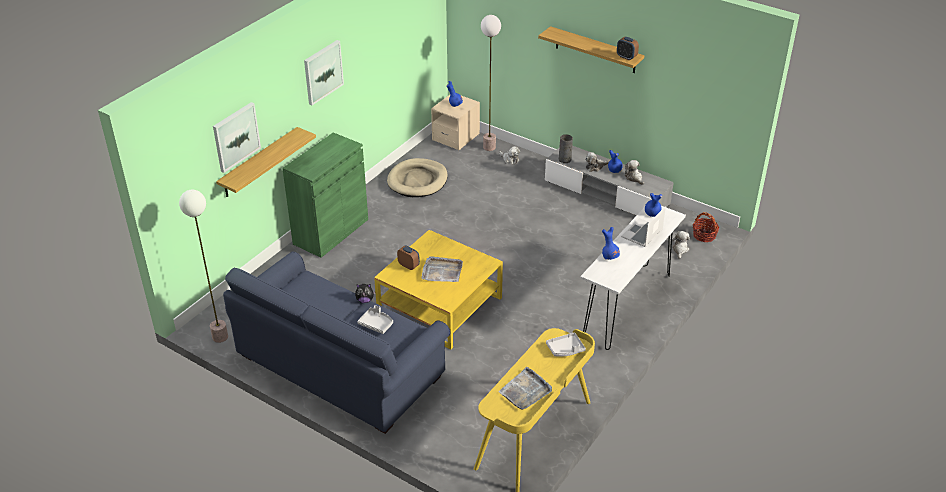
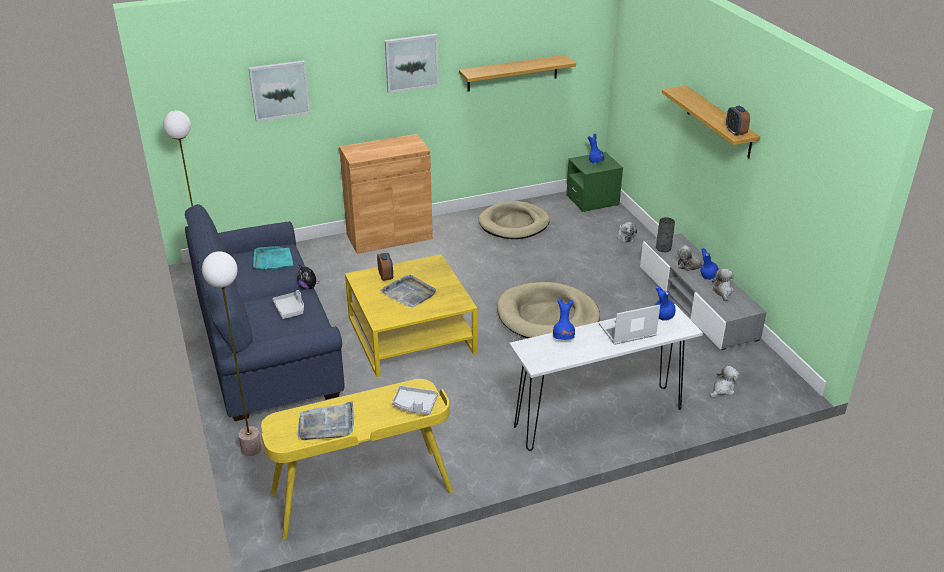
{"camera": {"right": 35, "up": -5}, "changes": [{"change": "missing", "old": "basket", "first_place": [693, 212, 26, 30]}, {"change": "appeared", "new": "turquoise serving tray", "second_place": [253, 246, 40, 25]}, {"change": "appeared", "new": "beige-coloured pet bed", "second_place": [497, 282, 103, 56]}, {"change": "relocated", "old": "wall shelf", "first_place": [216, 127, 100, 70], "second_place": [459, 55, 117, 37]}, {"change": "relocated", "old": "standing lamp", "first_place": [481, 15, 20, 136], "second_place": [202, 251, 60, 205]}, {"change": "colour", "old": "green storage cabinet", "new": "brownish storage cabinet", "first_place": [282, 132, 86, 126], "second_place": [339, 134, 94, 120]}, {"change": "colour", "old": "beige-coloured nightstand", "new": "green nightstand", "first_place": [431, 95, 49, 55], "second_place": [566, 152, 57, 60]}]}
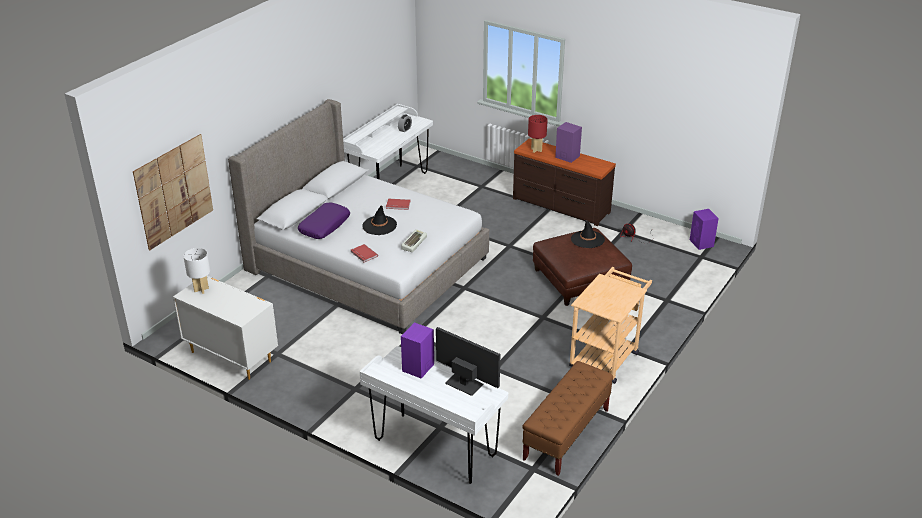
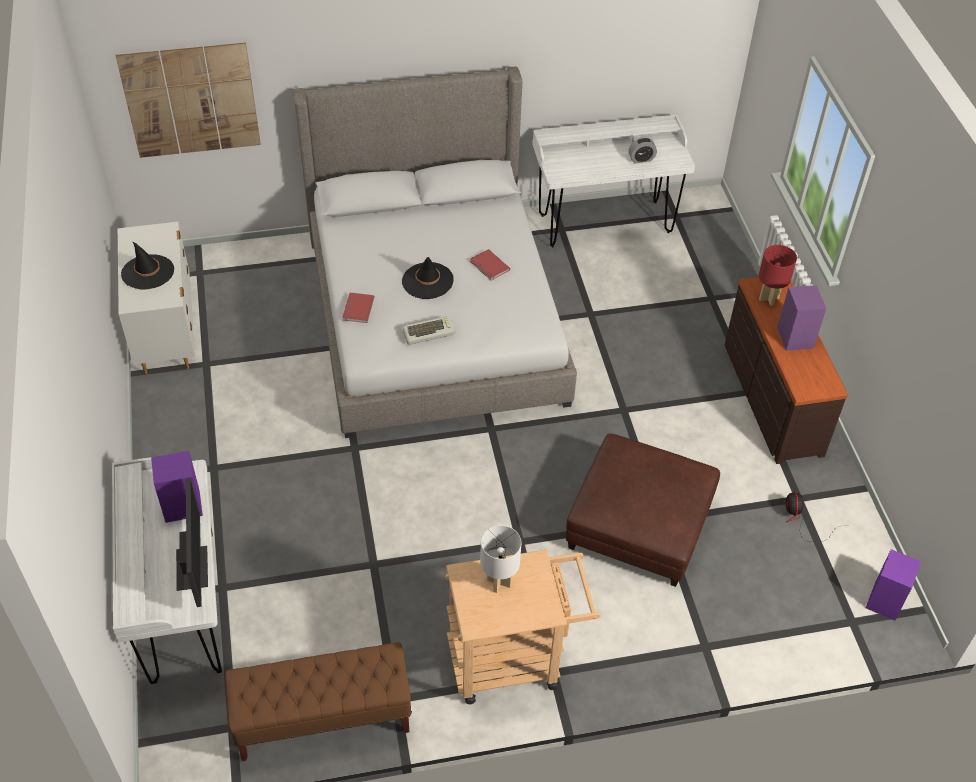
{"camera": {"right": 45, "up": 15}, "changes": [{"change": "missing", "old": "purple-coloured cushion", "first_place": [298, 202, 52, 37]}, {"change": "relocated", "old": "whitish tabletop lamp", "first_place": [183, 248, 27, 46], "second_place": [480, 525, 41, 68]}, {"change": "relocated", "old": "blackish clothing hat", "first_place": [571, 220, 34, 28], "second_place": [121, 241, 53, 49]}]}
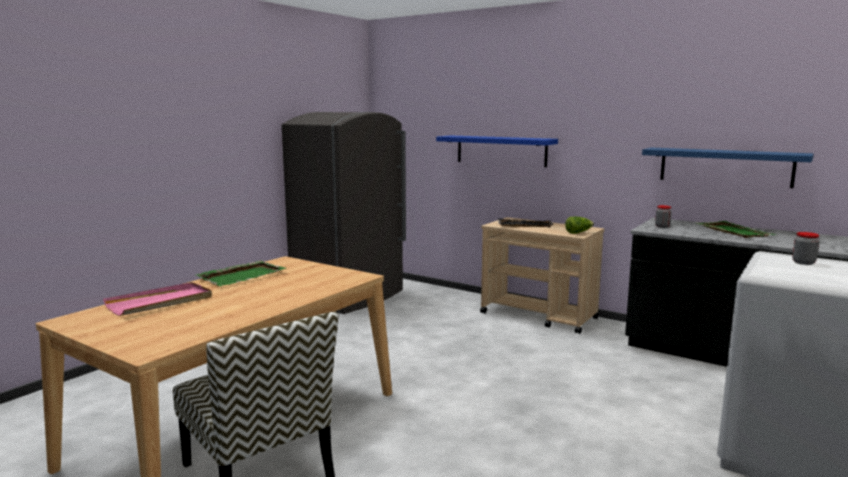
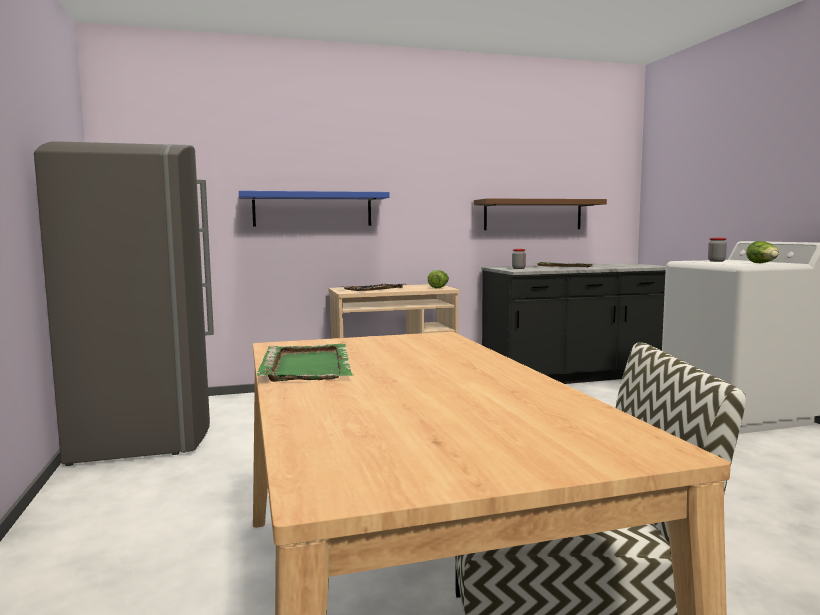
{"camera": {"right": -50, "up": -5}, "changes": [{"change": "missing", "old": "pinkish serving tray", "first_place": [103, 282, 109, 34]}, {"change": "appeared", "new": "lettuce head", "second_place": [746, 241, 33, 22]}, {"change": "colour", "old": "bluish wall shelf", "new": "brownish wall shelf", "first_place": [642, 148, 172, 40], "second_place": [474, 198, 133, 32]}]}
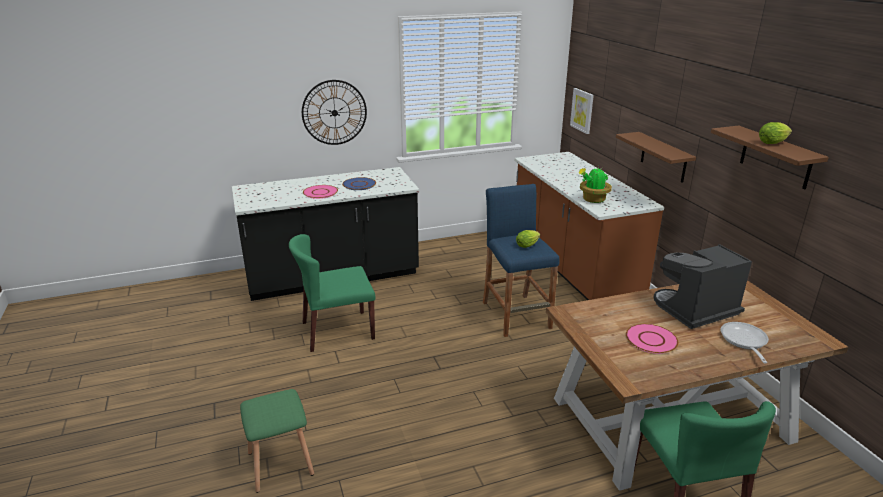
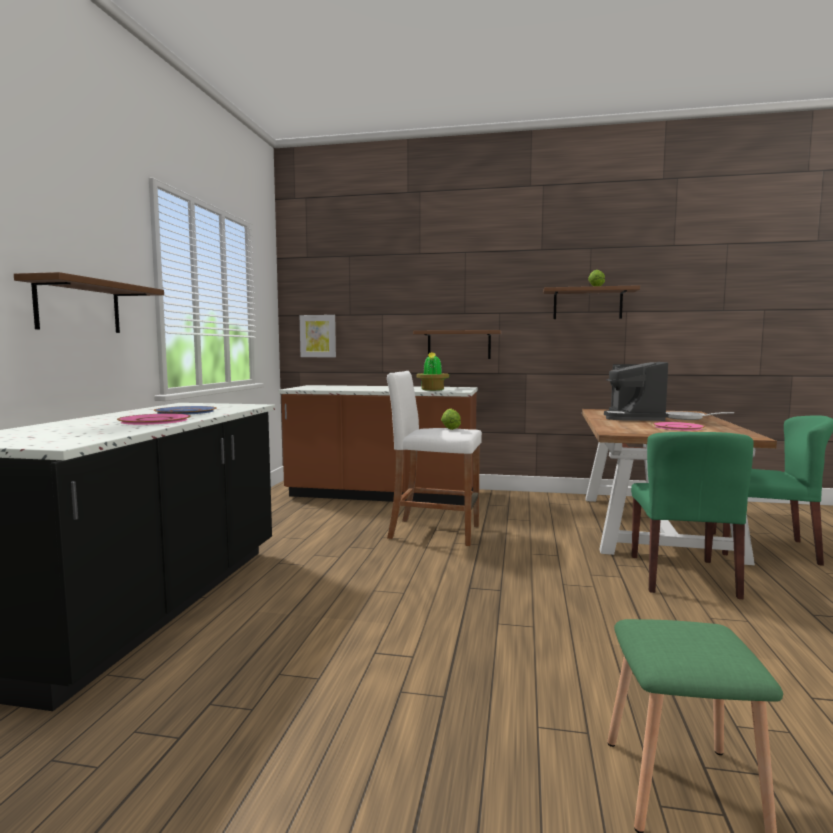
{"camera": {"right": -60, "up": -20}, "changes": [{"change": "relocated", "old": "green chair", "first_place": [289, 234, 87, 118], "second_place": [631, 432, 123, 167]}, {"change": "exchanged", "old": "hanging clock", "new": "brownish wall shelf", "first_place": [302, 80, 65, 65], "second_place": [14, 272, 150, 61]}, {"change": "colour", "old": "bluish stool", "new": "whitish stool", "first_place": [483, 184, 77, 153], "second_place": [387, 371, 95, 175]}]}
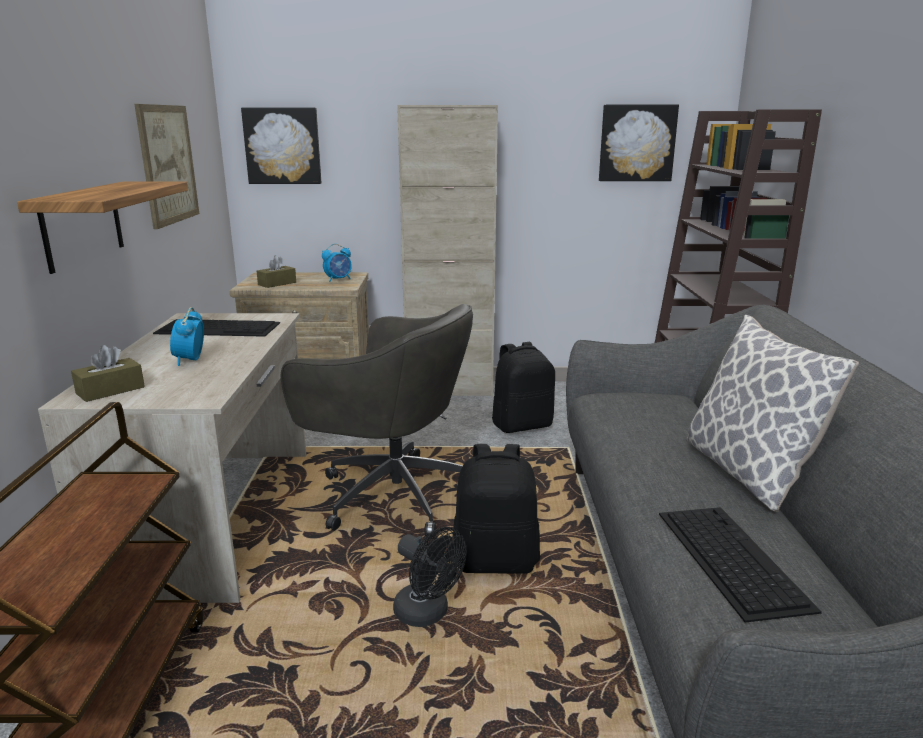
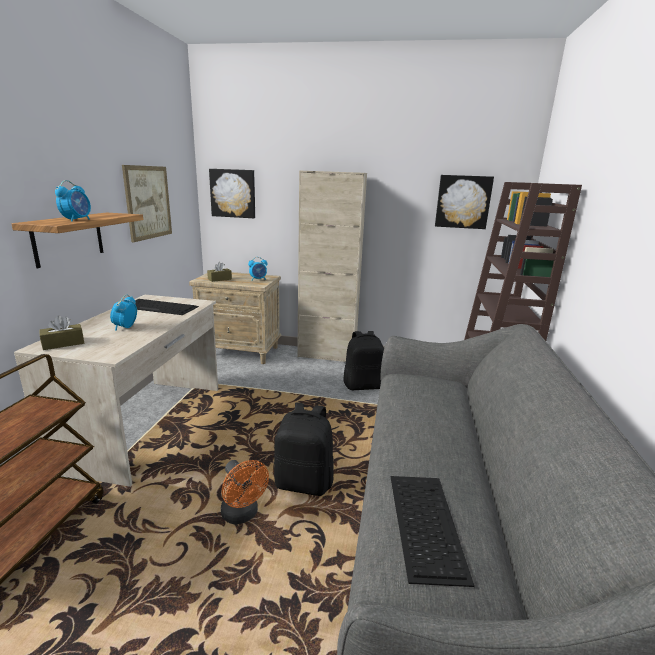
{"camera": {"right": 10, "up": 0}, "changes": [{"change": "missing", "old": "greyish office chair", "first_place": [281, 304, 192, 233]}, {"change": "missing", "old": "cushion", "first_place": [686, 315, 173, 197]}, {"change": "appeared", "new": "table clock", "second_place": [55, 180, 36, 42]}, {"change": "colour", "old": "blackish fan", "new": "orange-coloured fan", "first_place": [393, 527, 74, 100], "second_place": [221, 460, 48, 64]}]}
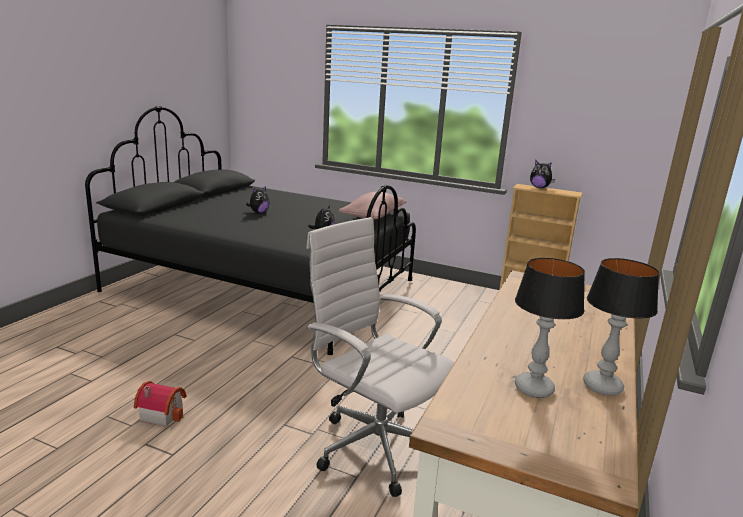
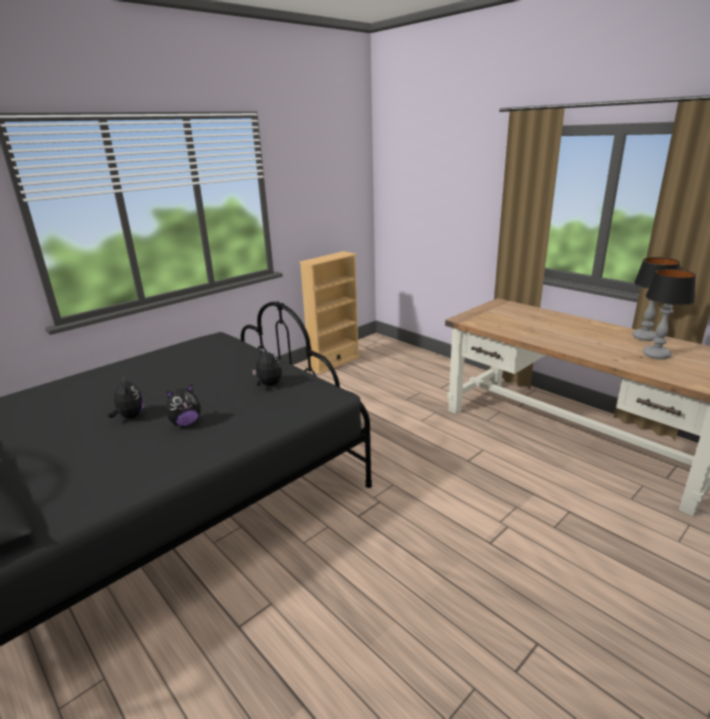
{"camera": {"right": -65, "up": 5}, "changes": [{"change": "missing", "old": "toy house", "first_place": [134, 381, 52, 46]}, {"change": "missing", "old": "whitish office chair", "first_place": [306, 217, 149, 280]}, {"change": "missing", "old": "pinkish cushion", "first_place": [339, 192, 67, 28]}, {"change": "relocated", "old": "soft toy", "first_place": [530, 161, 25, 27], "second_place": [166, 384, 35, 42]}]}
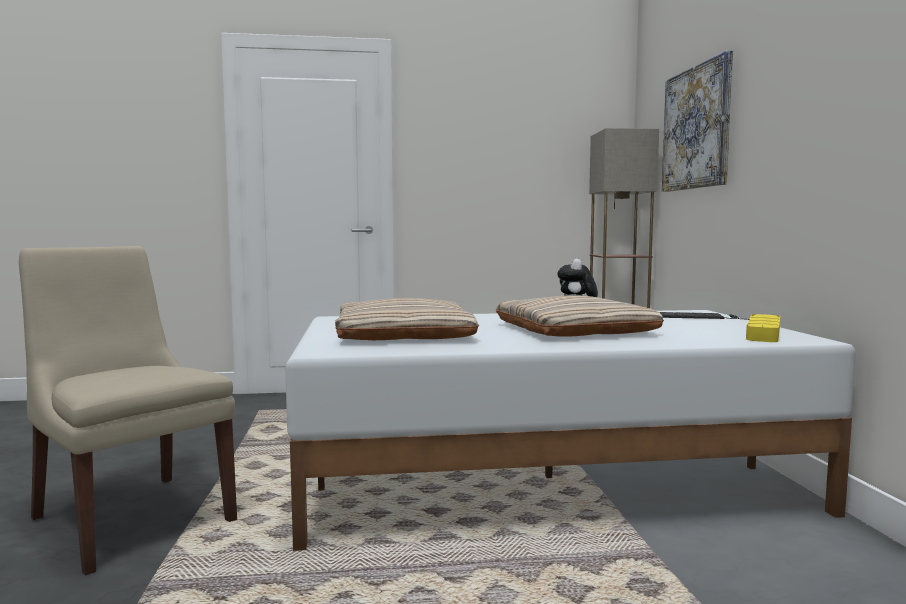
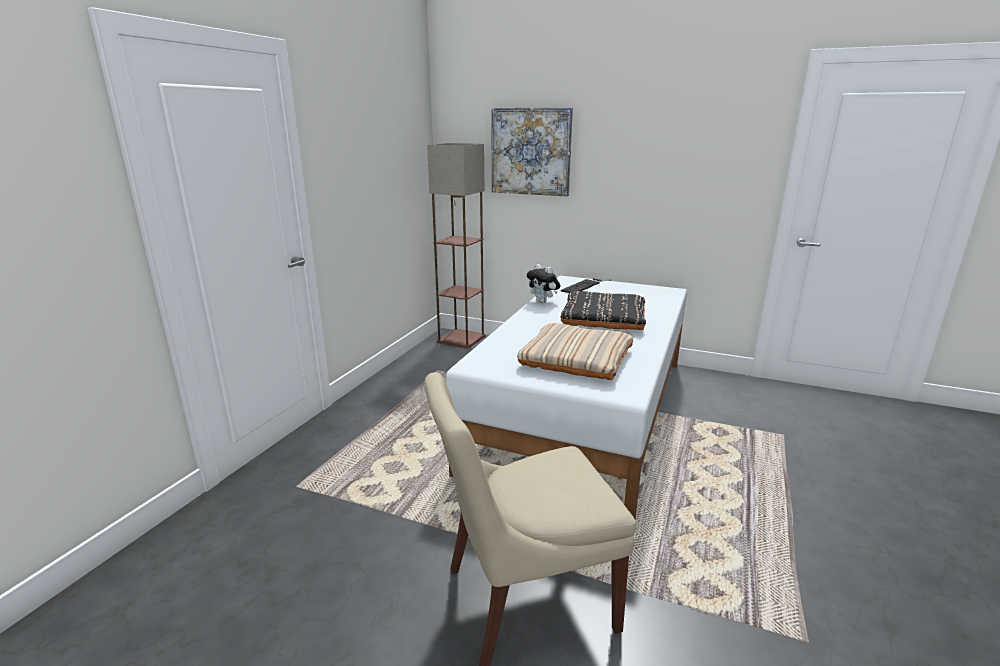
{"camera": {"right": -60, "up": 15}, "changes": [{"change": "missing", "old": "yellow serving tray", "first_place": [746, 314, 34, 28]}, {"change": "colour", "old": "beige-coloured cushion", "new": "blackish cushion", "first_place": [496, 295, 168, 42], "second_place": [560, 291, 86, 39]}]}
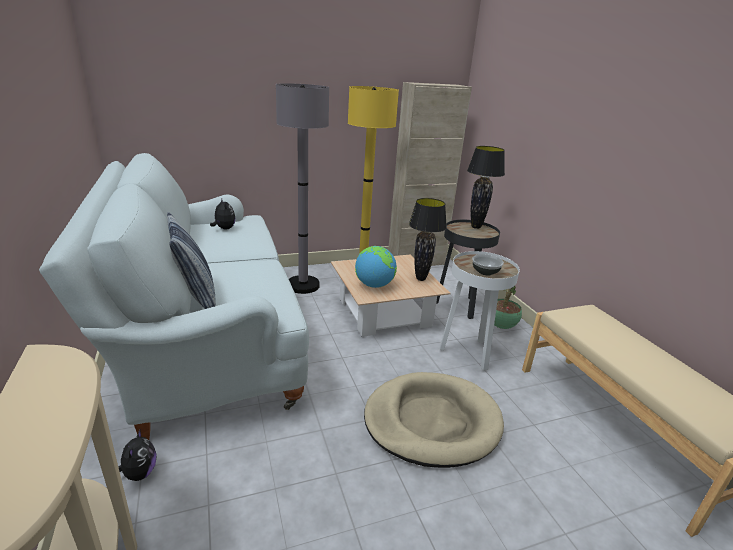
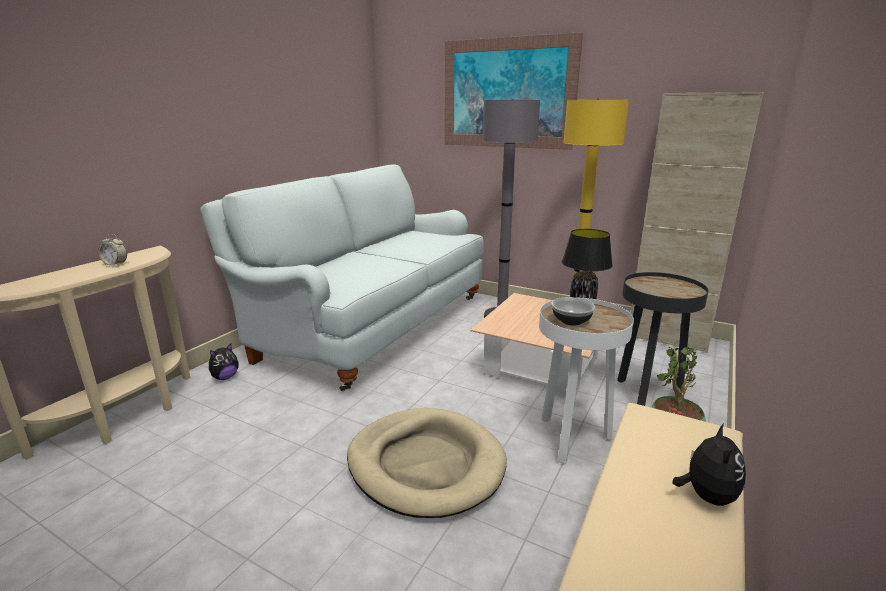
{"camera": {"right": 50, "up": -5}, "changes": [{"change": "missing", "old": "cushion", "first_place": [167, 212, 49, 97]}, {"change": "missing", "old": "globe", "first_place": [355, 246, 42, 42]}, {"change": "missing", "old": "blackish tabletop lamp", "first_place": [467, 146, 38, 83]}, {"change": "appeared", "new": "table clock", "second_place": [98, 234, 29, 32]}, {"change": "appeared", "new": "picture", "second_place": [445, 32, 138, 118]}, {"change": "relocated", "old": "soft toy", "first_place": [210, 199, 25, 31], "second_place": [672, 423, 74, 83]}]}
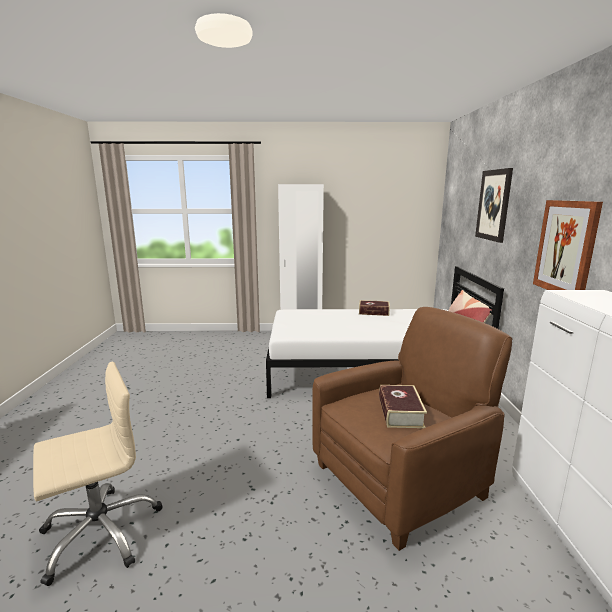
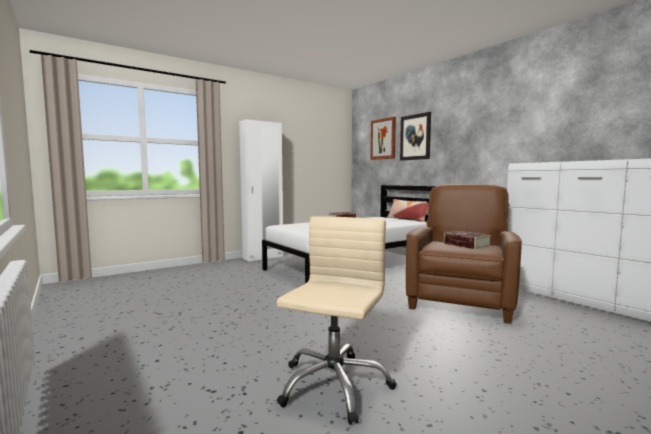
{"camera": {"right": -35, "up": -10}, "changes": [{"change": "relocated", "old": "picture", "first_place": [533, 200, 70, 90], "second_place": [371, 117, 25, 43]}]}
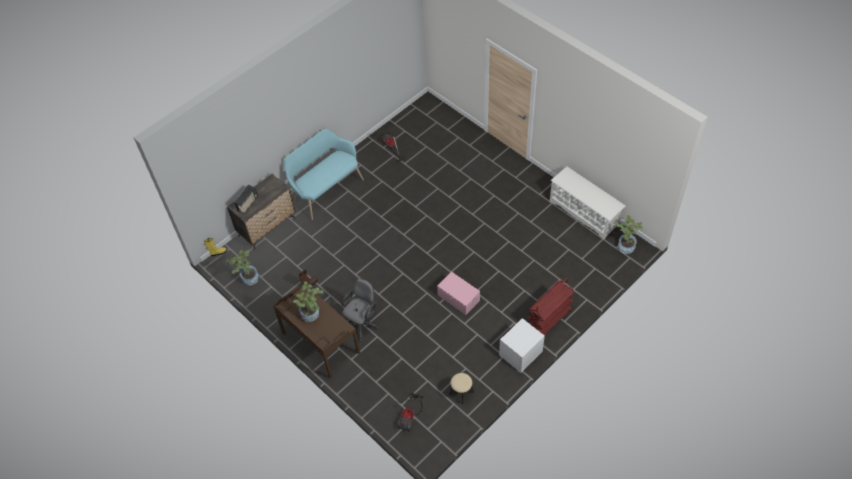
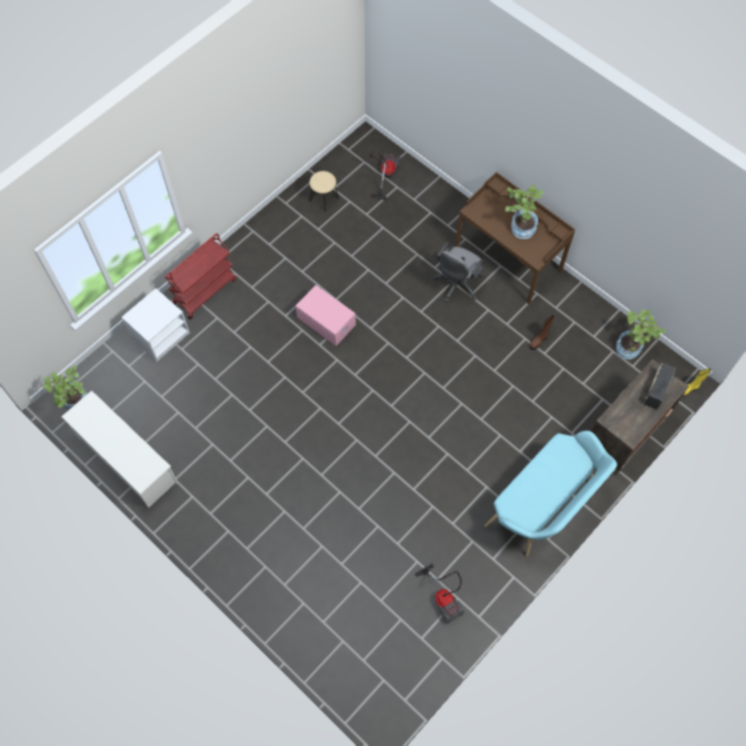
{"camera": {"right": 175, "up": 10}, "changes": [{"change": "relocated", "old": "whitish nightstand", "first_place": [499, 318, 46, 55], "second_place": [121, 288, 69, 73]}]}
